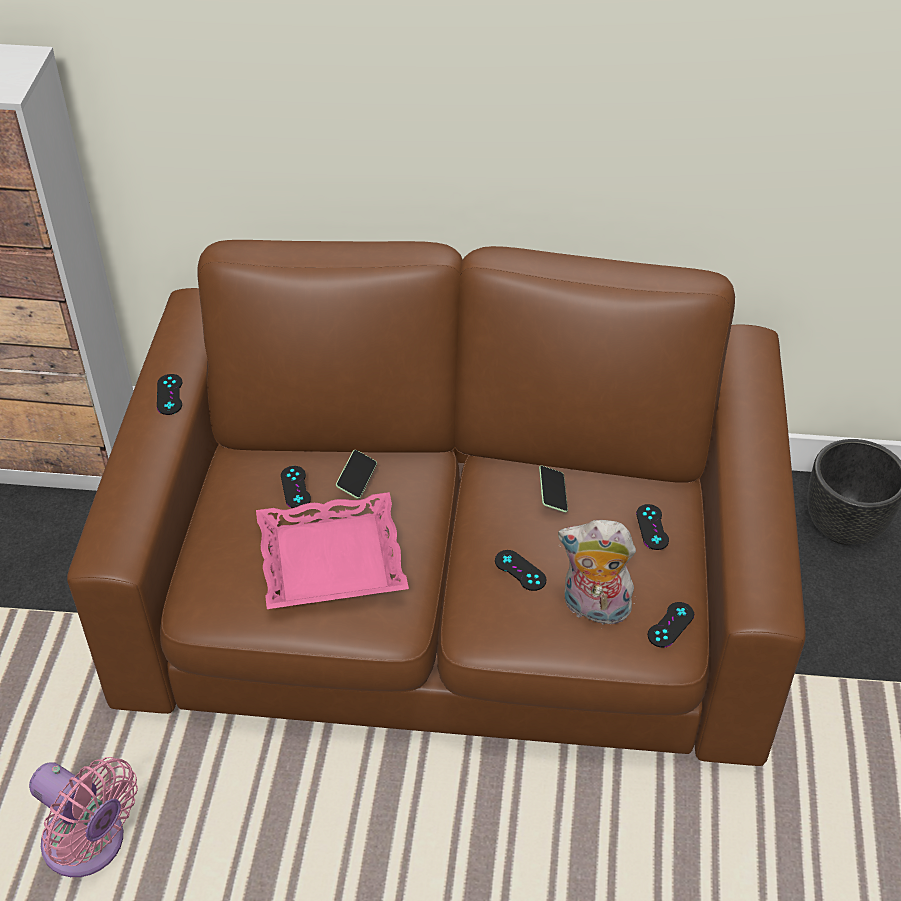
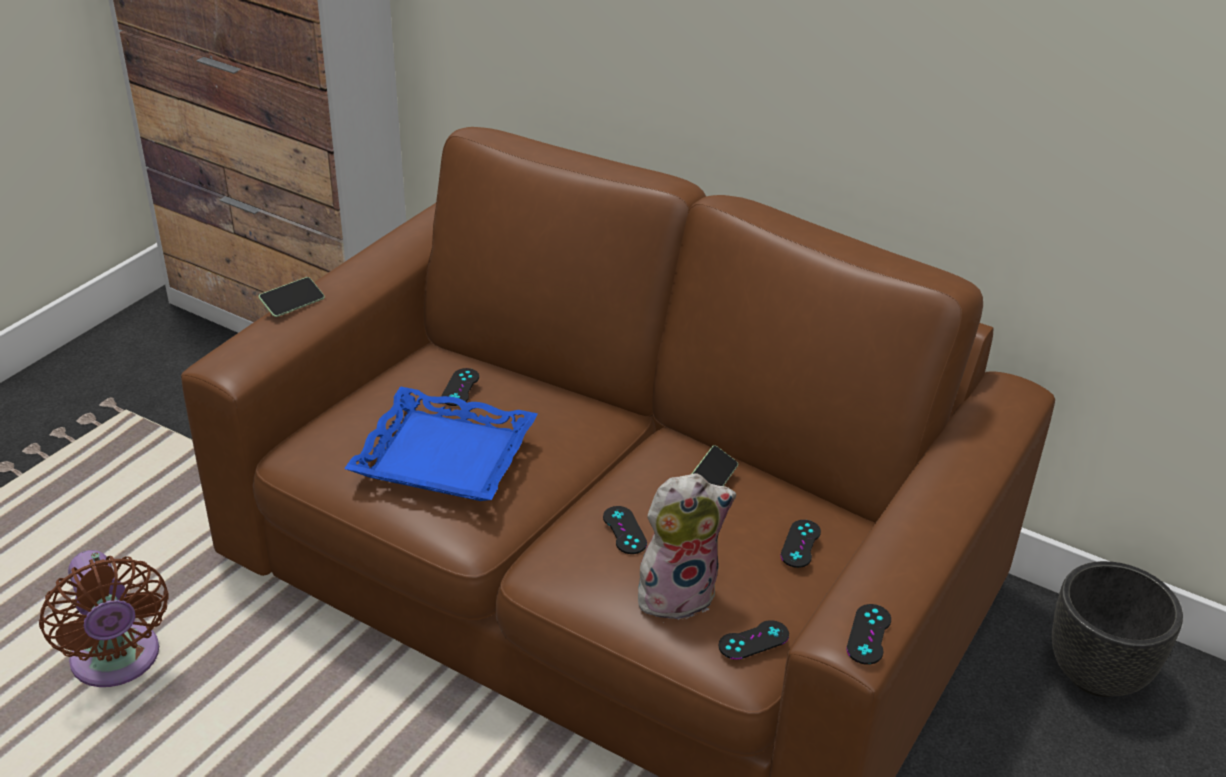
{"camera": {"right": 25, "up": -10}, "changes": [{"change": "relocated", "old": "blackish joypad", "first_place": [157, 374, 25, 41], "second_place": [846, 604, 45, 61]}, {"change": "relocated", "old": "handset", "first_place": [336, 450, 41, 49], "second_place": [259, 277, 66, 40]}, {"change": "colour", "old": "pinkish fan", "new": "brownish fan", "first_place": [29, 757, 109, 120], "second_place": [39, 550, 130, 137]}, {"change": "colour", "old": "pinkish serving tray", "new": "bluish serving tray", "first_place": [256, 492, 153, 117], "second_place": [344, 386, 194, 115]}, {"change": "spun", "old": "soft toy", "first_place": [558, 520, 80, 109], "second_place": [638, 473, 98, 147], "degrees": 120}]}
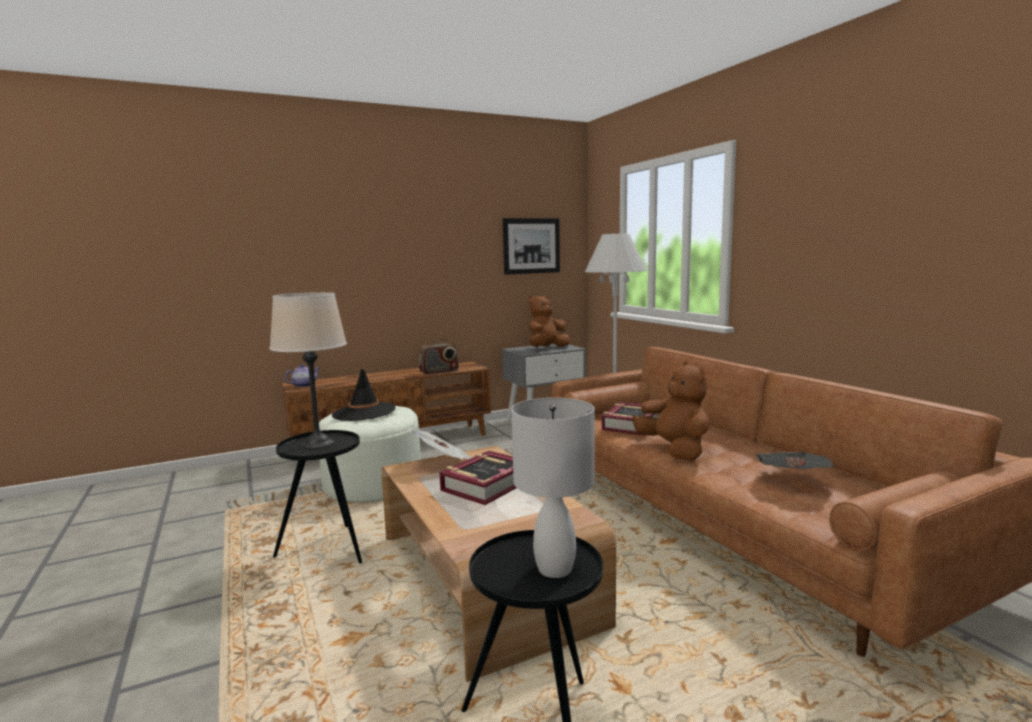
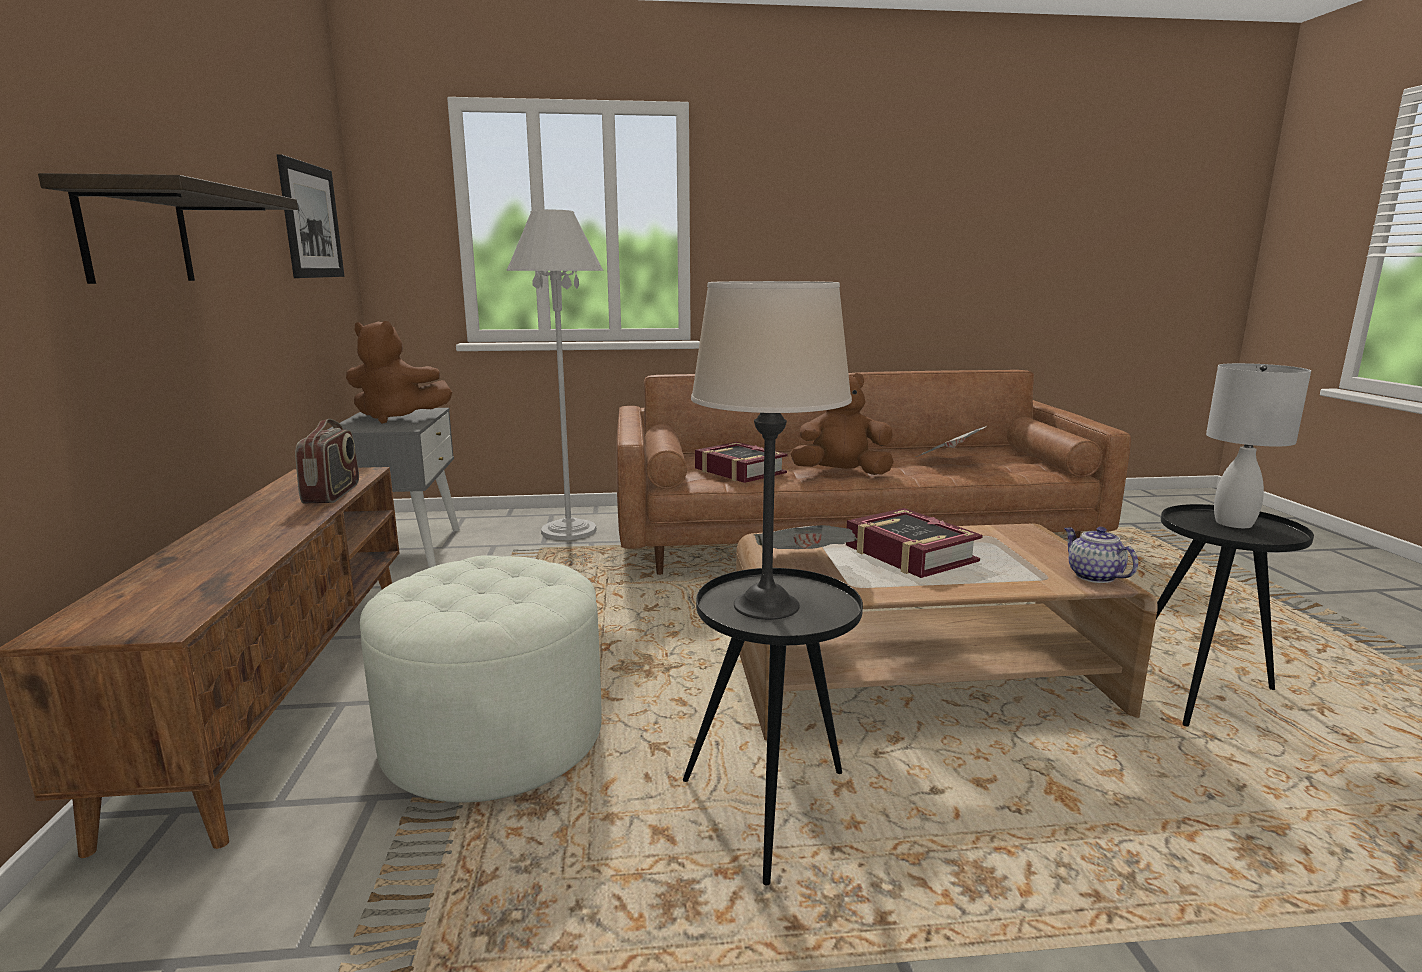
{"camera": {"right": -70, "up": 5}, "changes": [{"change": "missing", "old": "blackish clothing hat", "first_place": [332, 369, 63, 52]}, {"change": "appeared", "new": "wall shelf", "second_place": [38, 173, 260, 111]}, {"change": "relocated", "old": "pot for tea", "first_place": [284, 364, 36, 23], "second_place": [1064, 527, 74, 56]}, {"change": "spun", "old": "brownish soft toy", "first_place": [529, 296, 41, 51], "second_place": [346, 321, 106, 103], "degrees": -60}]}
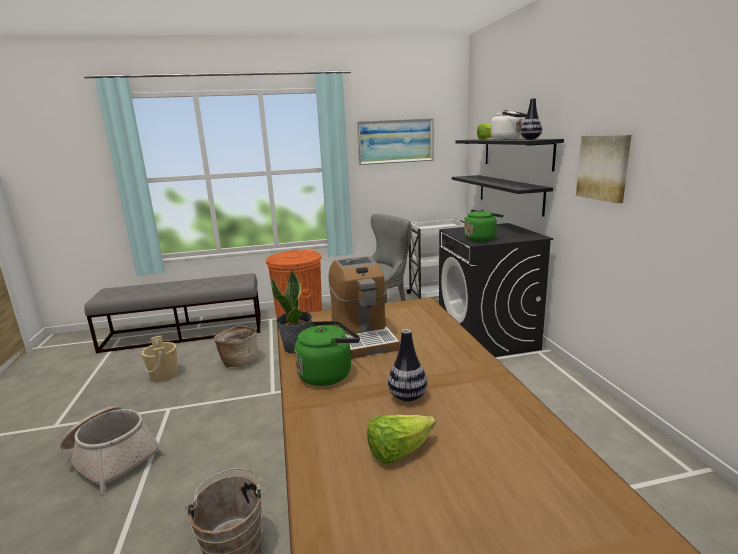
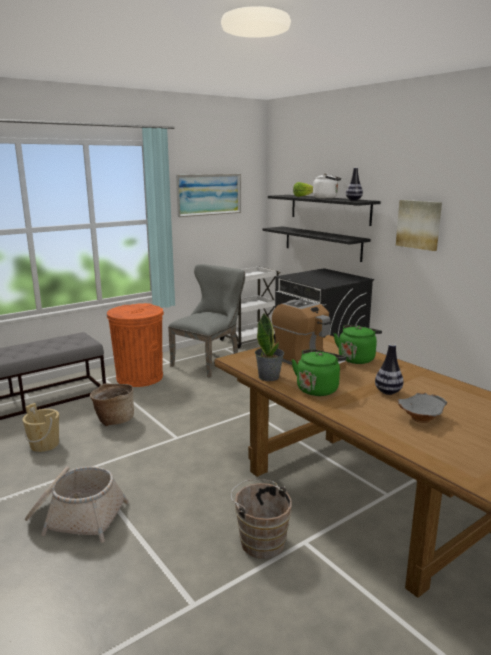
{"camera": {"right": -25, "up": 0}, "changes": [{"change": "relocated", "old": "green water kettle", "first_place": [464, 209, 40, 33], "second_place": [334, 325, 48, 39]}, {"change": "exchanged", "old": "lettuce head", "new": "greyish deep dish", "first_place": [367, 415, 68, 49], "second_place": [397, 393, 51, 30]}]}
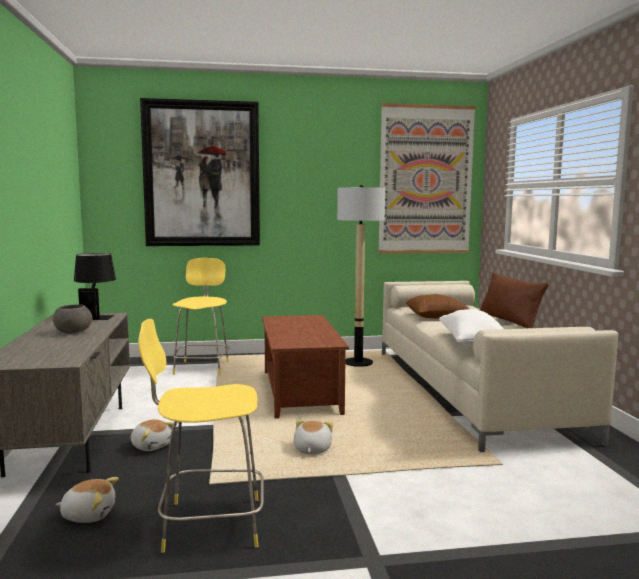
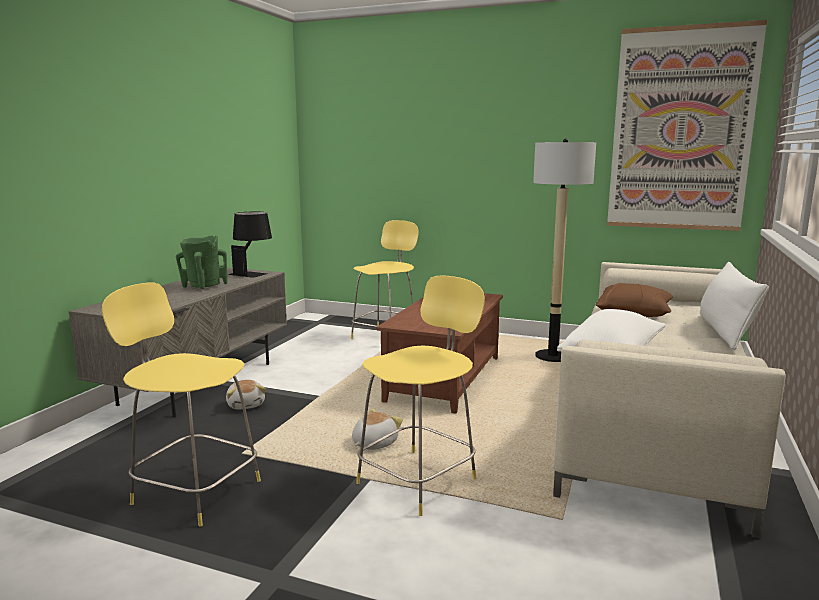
{"camera": {"right": 30, "up": 5}, "changes": [{"change": "missing", "old": "soft toy", "first_place": [56, 477, 63, 46]}, {"change": "missing", "old": "picture", "first_place": [140, 98, 120, 148]}, {"change": "appeared", "new": "yellow stool", "second_place": [356, 275, 129, 241]}, {"change": "exchanged", "old": "greyish deep dish", "new": "green decorative vase", "first_place": [53, 304, 39, 29], "second_place": [176, 236, 52, 53]}, {"change": "colour", "old": "brownish cushion", "new": "whitish cushion", "first_place": [480, 272, 68, 56], "second_place": [700, 262, 69, 88]}]}
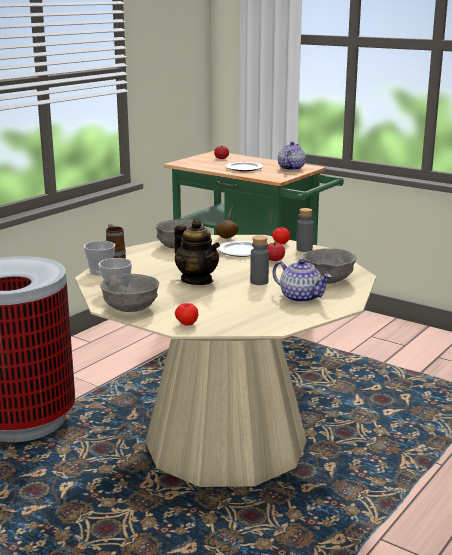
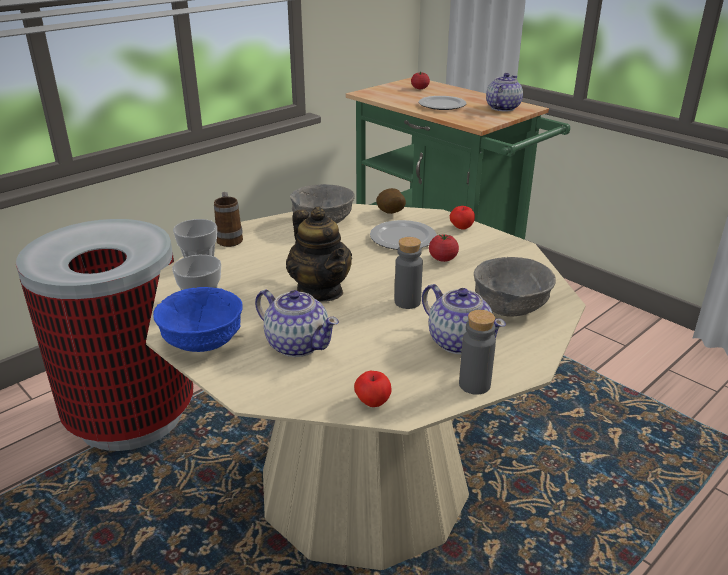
{"camera": {"right": 10, "up": 10}, "changes": [{"change": "appeared", "new": "pot for tea", "second_place": [255, 290, 84, 67]}, {"change": "relocated", "old": "whole apple", "first_place": [175, 303, 23, 23], "second_place": [354, 371, 38, 36]}, {"change": "relocated", "old": "greyish beverage bottle", "first_place": [297, 208, 17, 44], "second_place": [459, 310, 37, 85]}, {"change": "colour", "old": "greyish deep dish", "new": "bluish deep dish", "first_place": [100, 274, 59, 38], "second_place": [153, 287, 90, 65]}]}
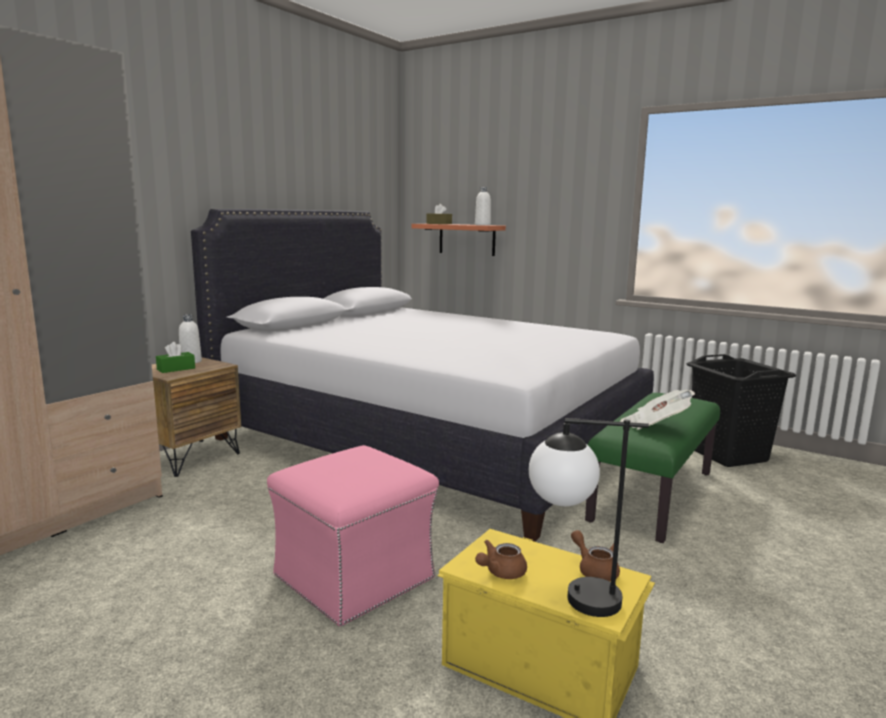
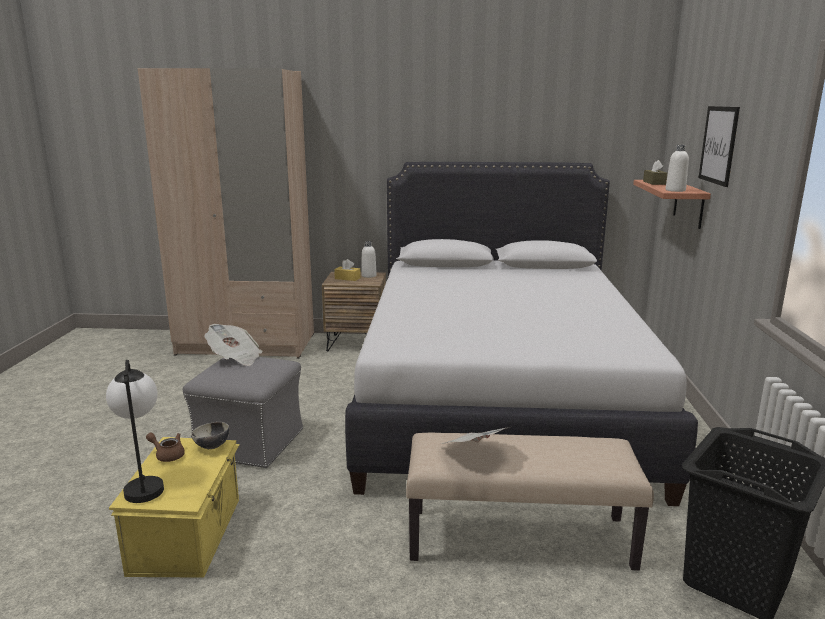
{"camera": {"right": 60, "up": 5}, "changes": [{"change": "missing", "old": "brownish pot for tea", "first_place": [571, 530, 49, 51]}, {"change": "appeared", "new": "deep dish", "second_place": [191, 422, 39, 27]}, {"change": "appeared", "new": "daily paper", "second_place": [204, 324, 59, 42]}, {"change": "appeared", "new": "picture", "second_place": [699, 106, 41, 81]}, {"change": "colour", "old": "green tissue box", "new": "yellow tissue box", "first_place": [156, 342, 39, 31], "second_place": [334, 259, 27, 22]}, {"change": "colour", "old": "pinkish footrest", "new": "greyish footrest", "first_place": [267, 445, 172, 181], "second_place": [183, 357, 120, 111]}, {"change": "colour", "old": "green long seat", "new": "beige-coloured long seat", "first_place": [585, 393, 135, 150], "second_place": [406, 432, 248, 138]}]}
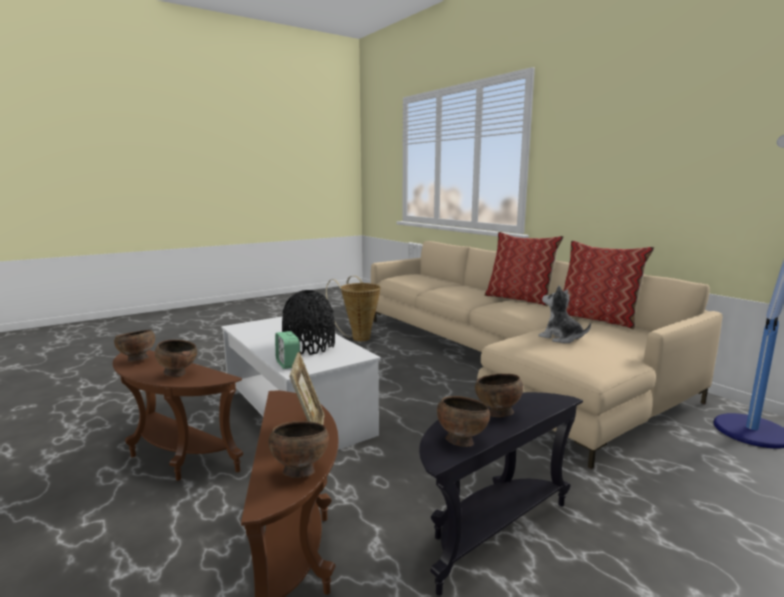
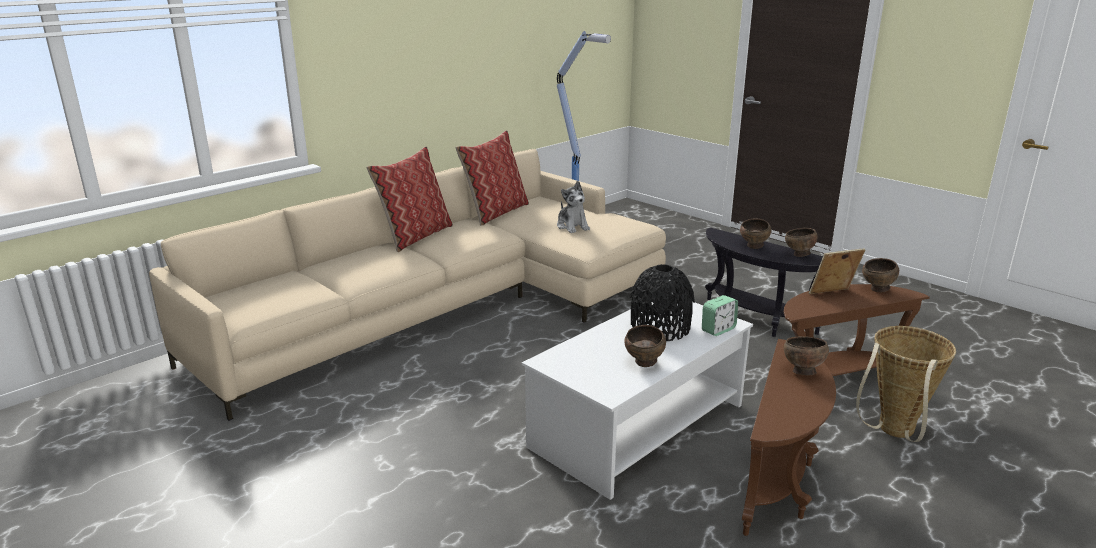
{"camera": {"right": -100, "up": 10}, "changes": [{"change": "relocated", "old": "brownish deep dish", "first_place": [114, 330, 41, 32], "second_place": [625, 325, 41, 42]}, {"change": "relocated", "old": "basket", "first_place": [326, 276, 55, 65], "second_place": [856, 326, 100, 116]}, {"change": "spun", "old": "soft toy", "first_place": [539, 285, 52, 58], "second_place": [557, 181, 33, 52], "degrees": -60}]}
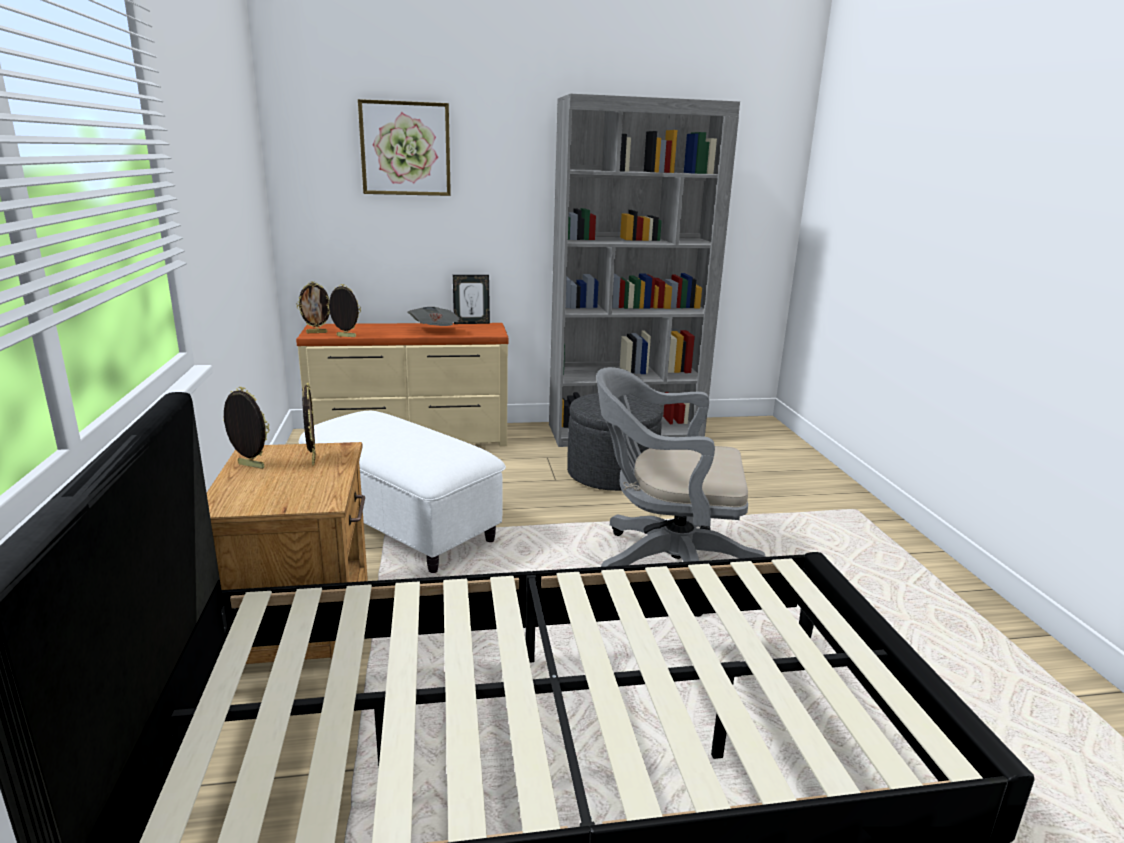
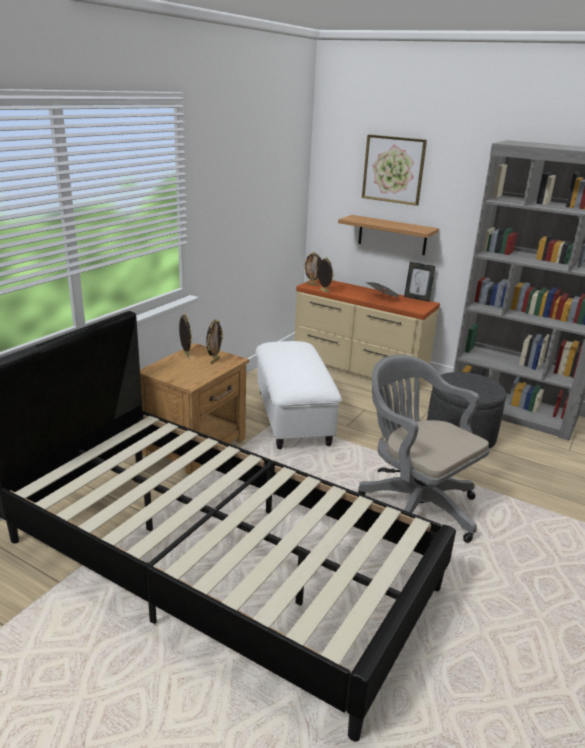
{"camera": {"right": 40, "up": 5}, "changes": [{"change": "appeared", "new": "wall shelf", "second_place": [338, 215, 101, 40]}]}
